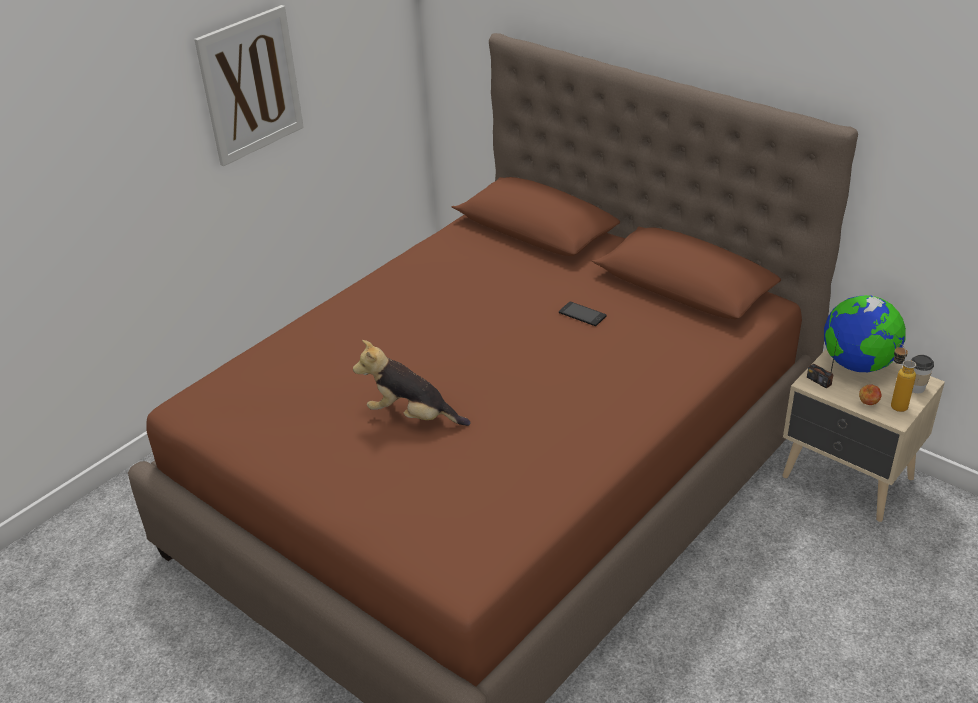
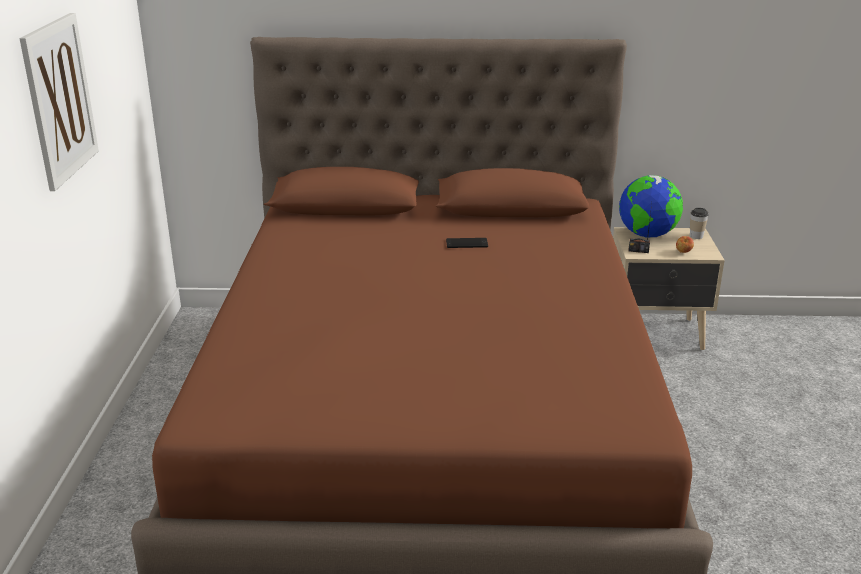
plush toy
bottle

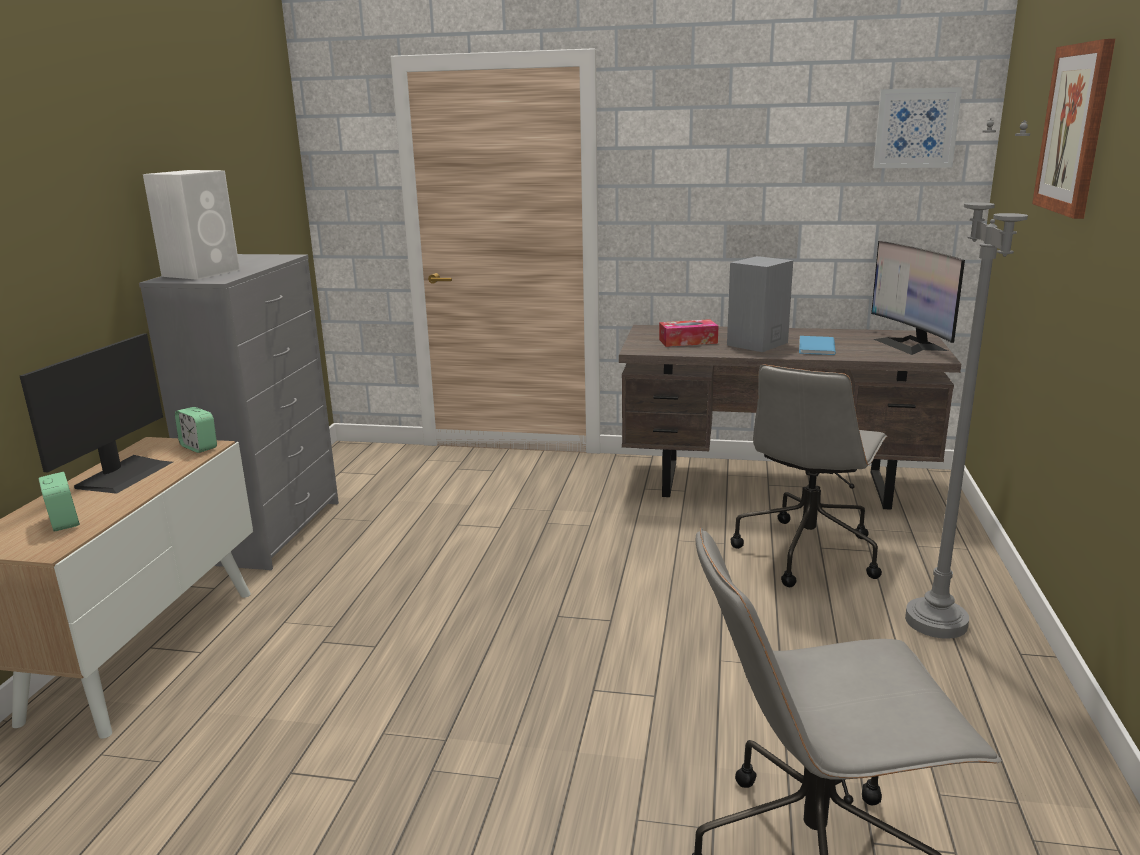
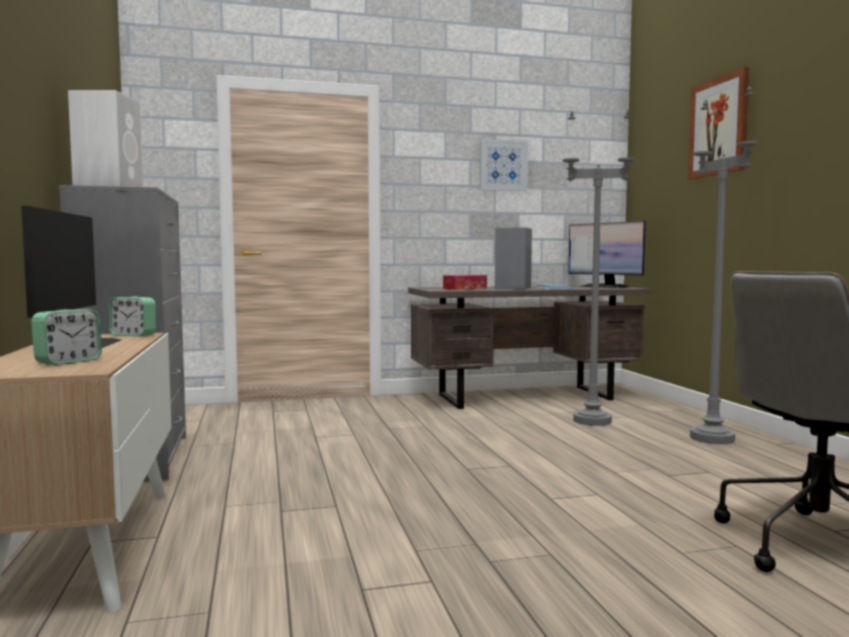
alarm clock (1st from left)
picture (1st from left)
floor lamp (grey) (1st from left)

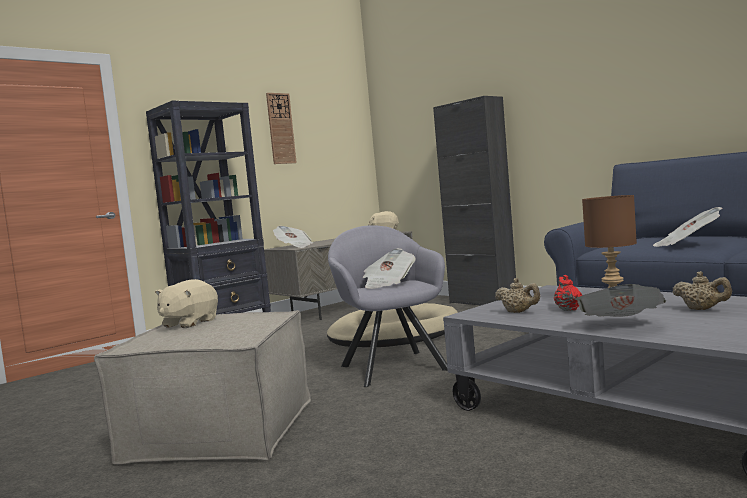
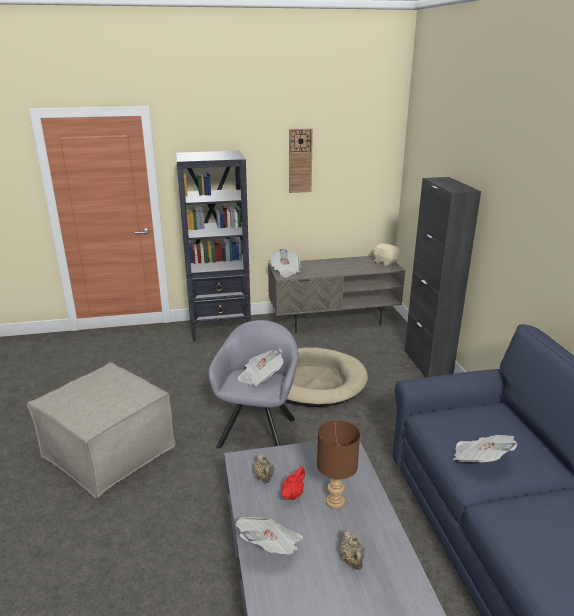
plush toy (beige) (1st from left in the first image)

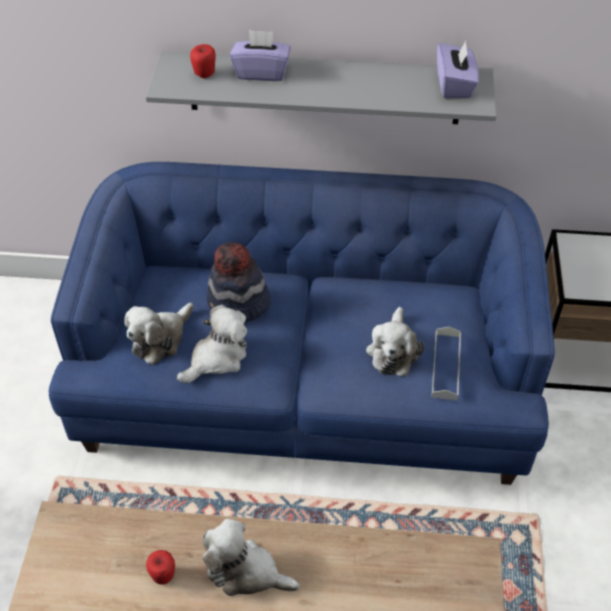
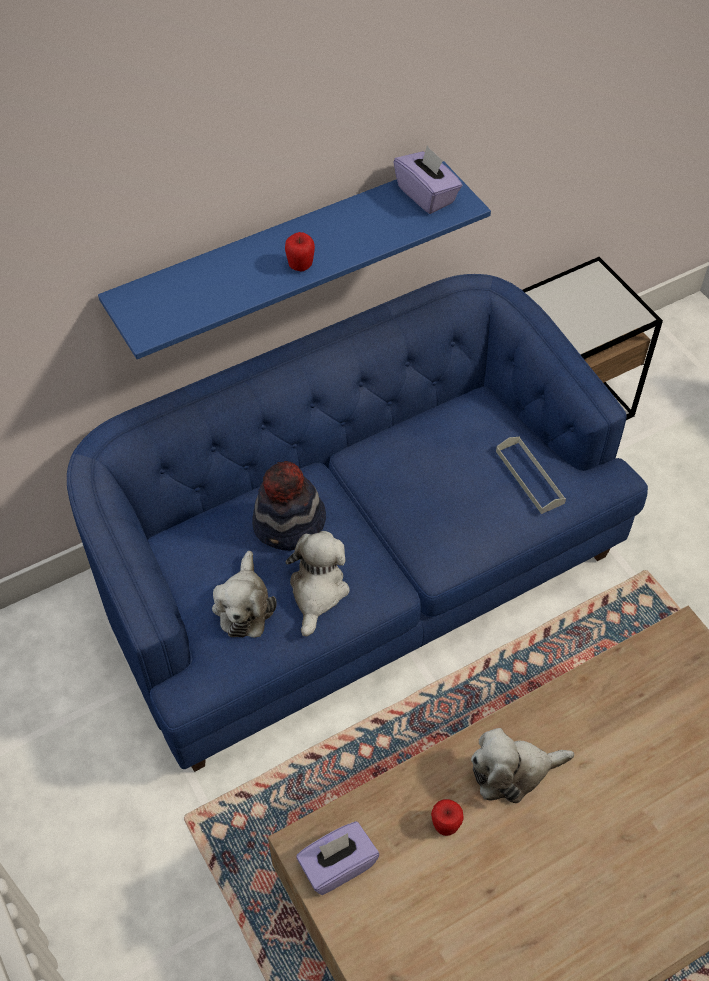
shelf (blue)
apple (1st from left)
tissue box (purple) (1st from left)
plush toy (4th from left in the first image)

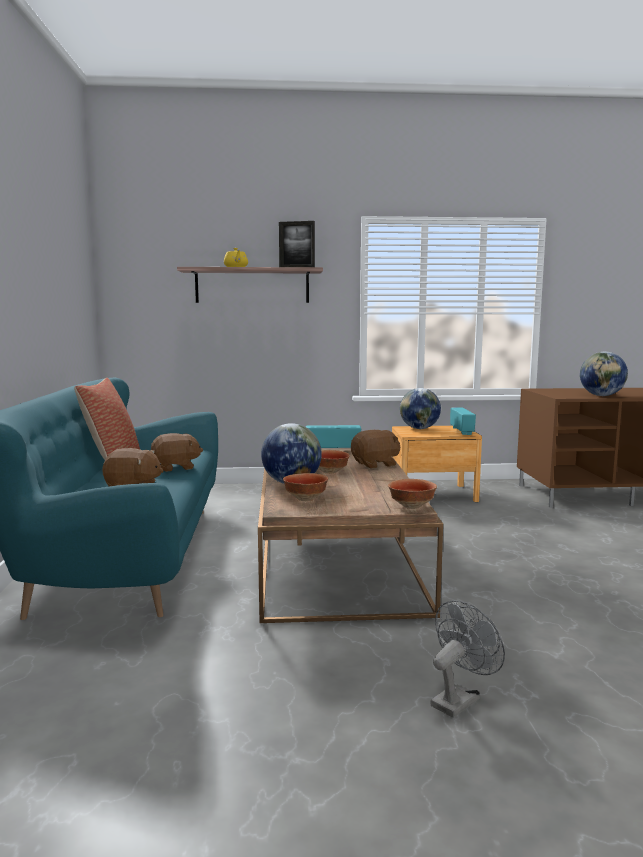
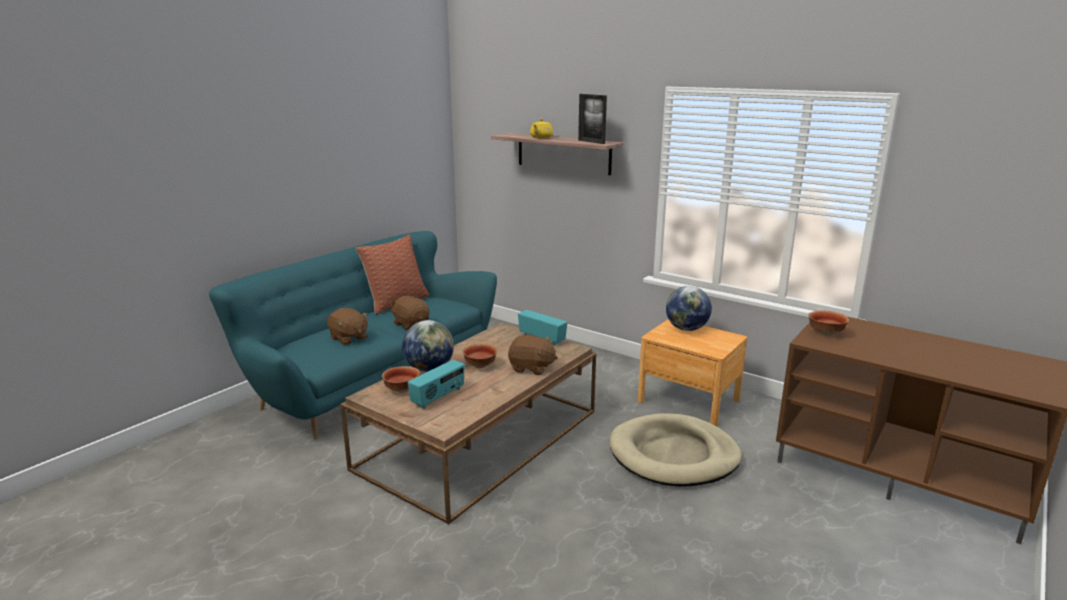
plush toy (brown) (2nd from left)
radio (1st from left)
dog bed (beige)
bowl (3rd from left)
fan (grey)
globe (3rd from left in the first image)

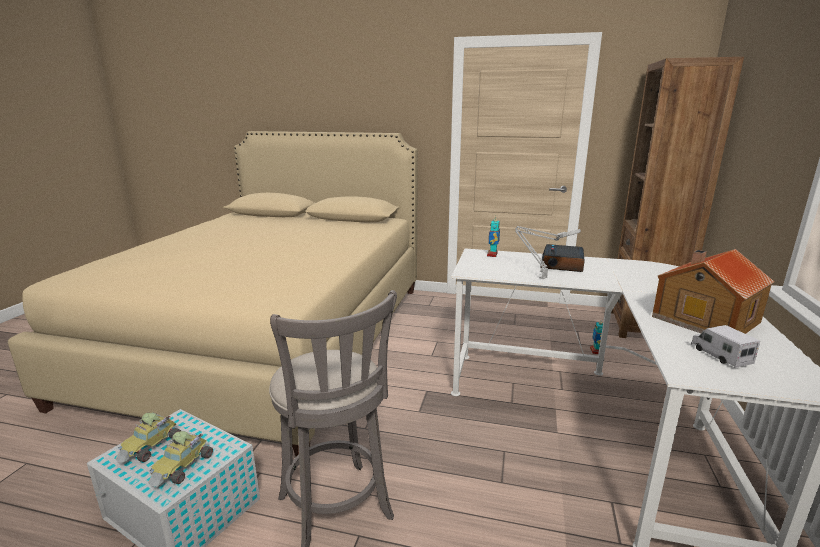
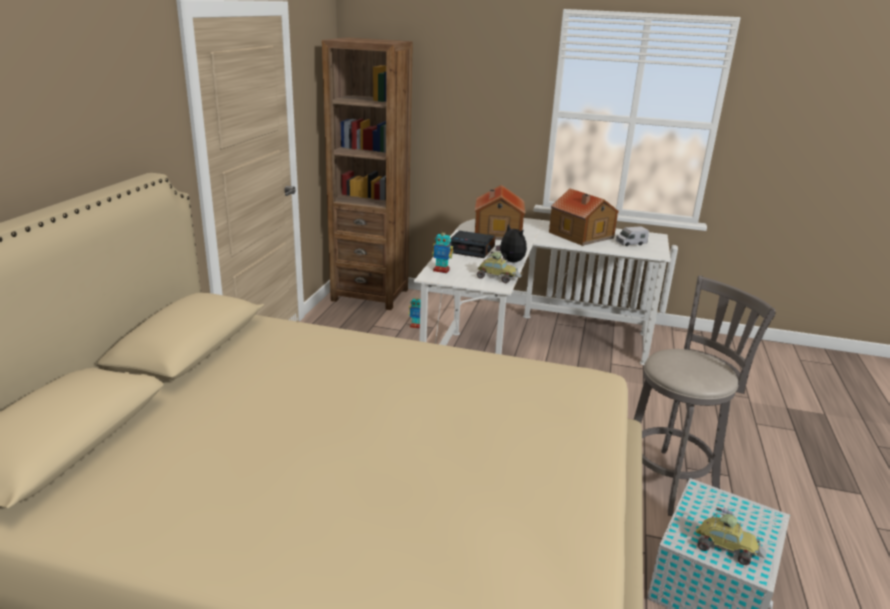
toy house (1st from left)
toy car (1st from left)
plush toy

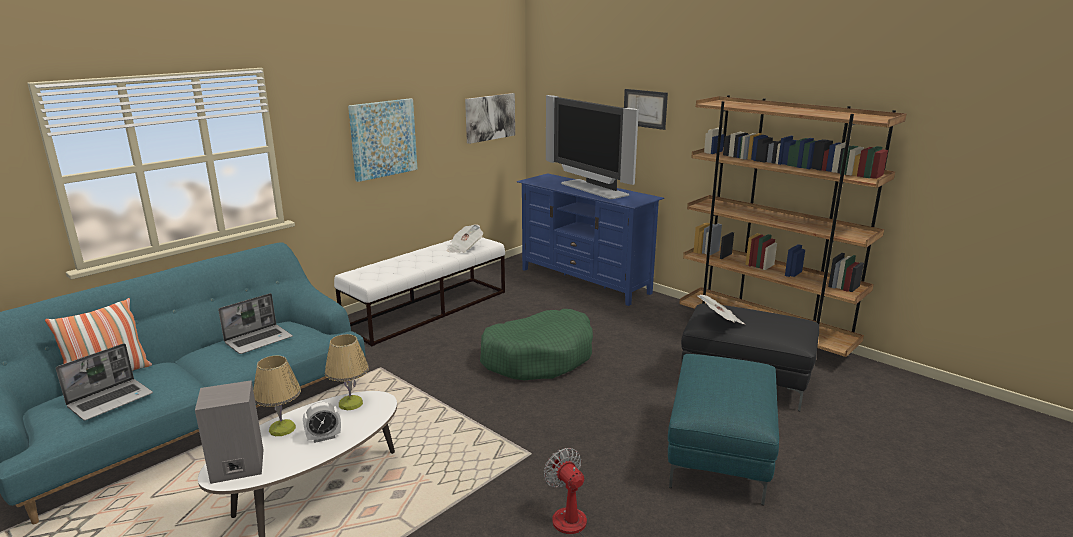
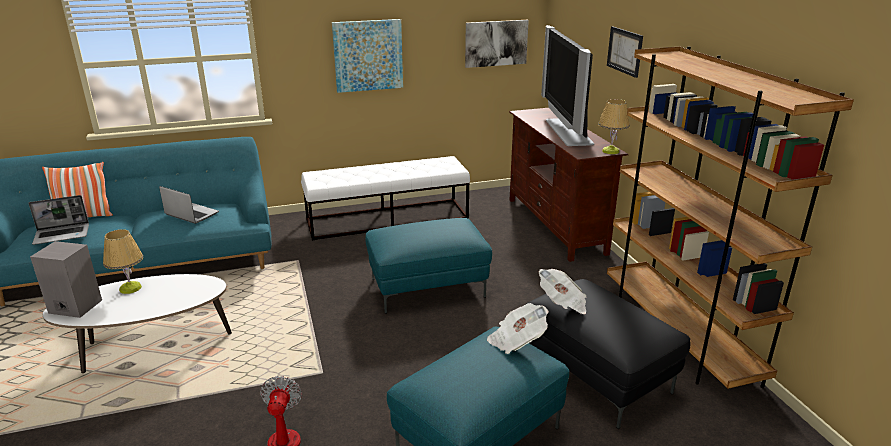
laptop (2nd from left)
ottoman (turquoise) (1st from left)
newspaper (1st from left)
tv stand (brown)
table lamp (2nd from left)
alarm clock

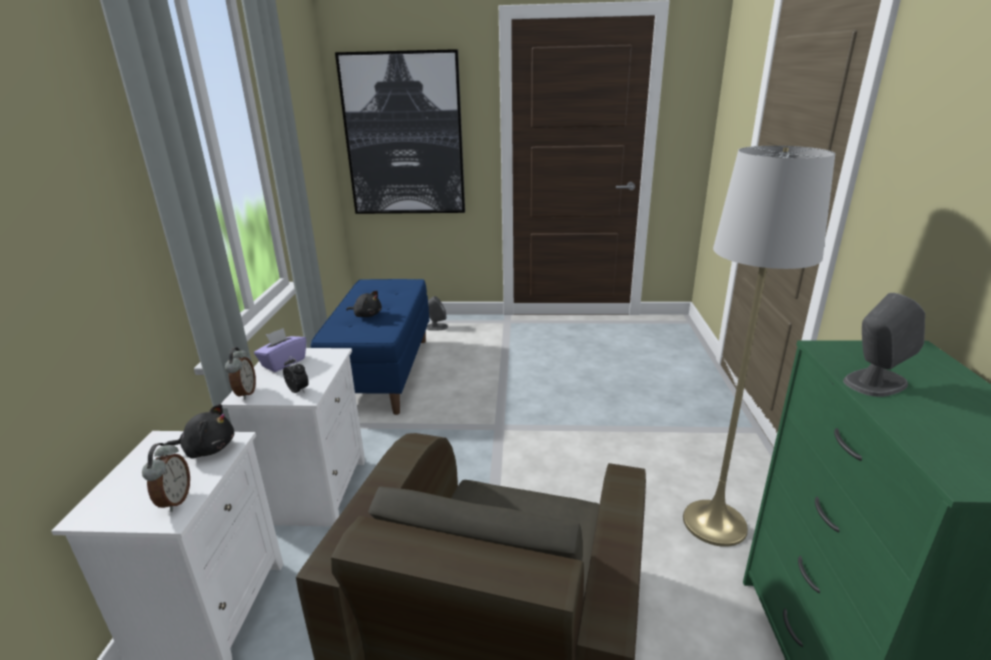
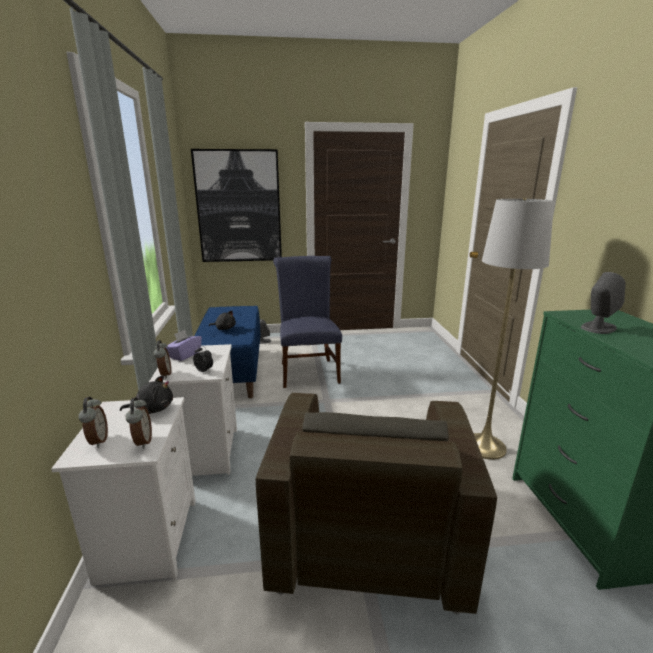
alarm clock (1st from left)
chair (blue)

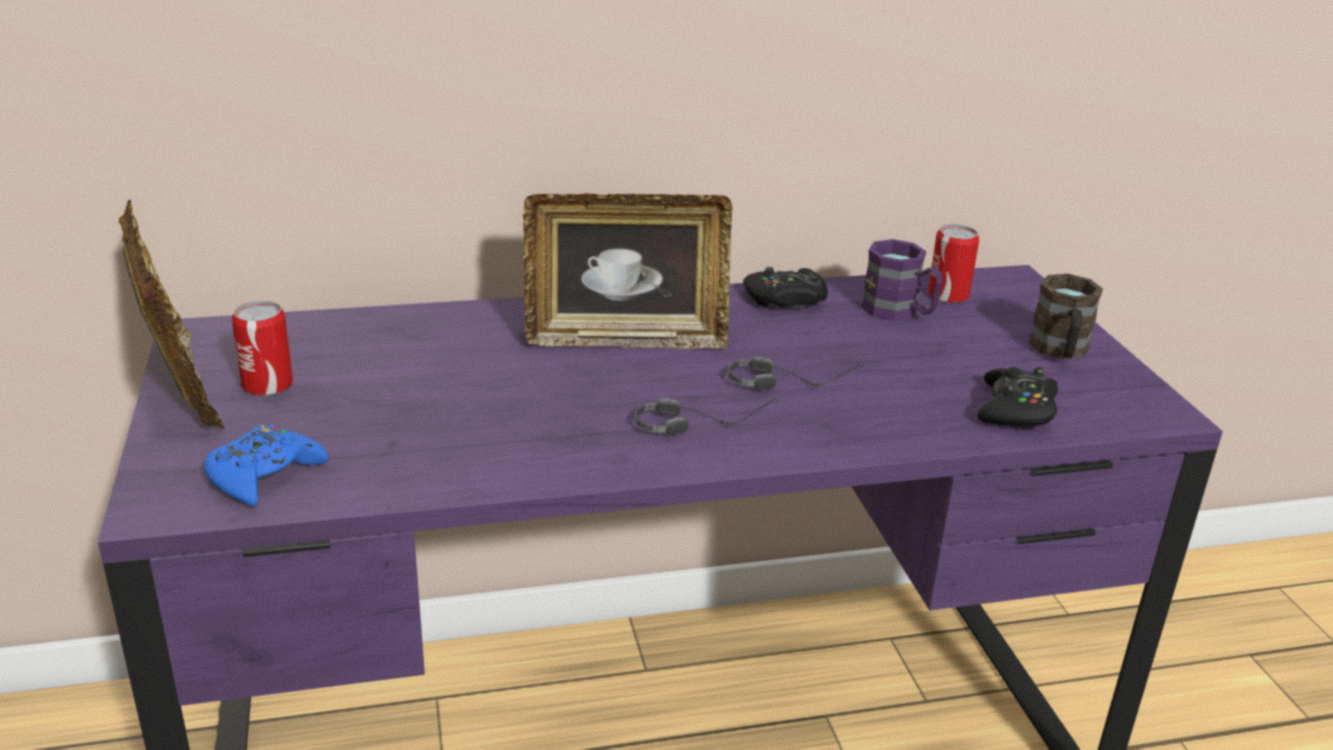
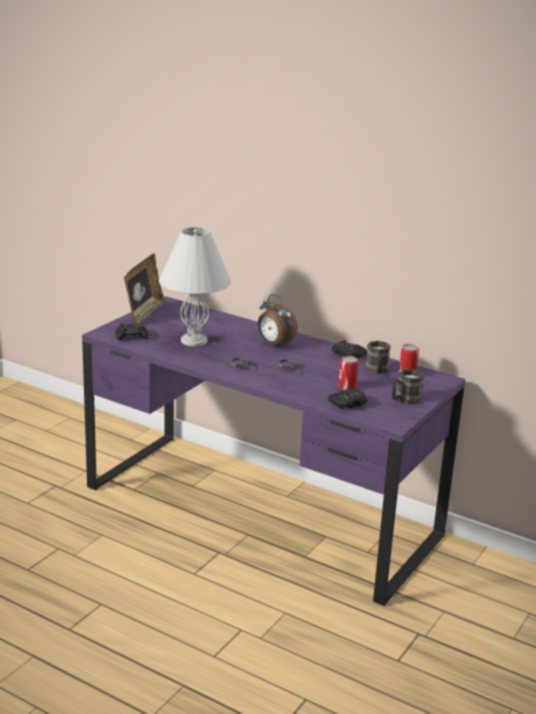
game controller (black) (1st from left)
table lamp (white)
alarm clock
can (1st from left)
mug (brown) (1st from left)

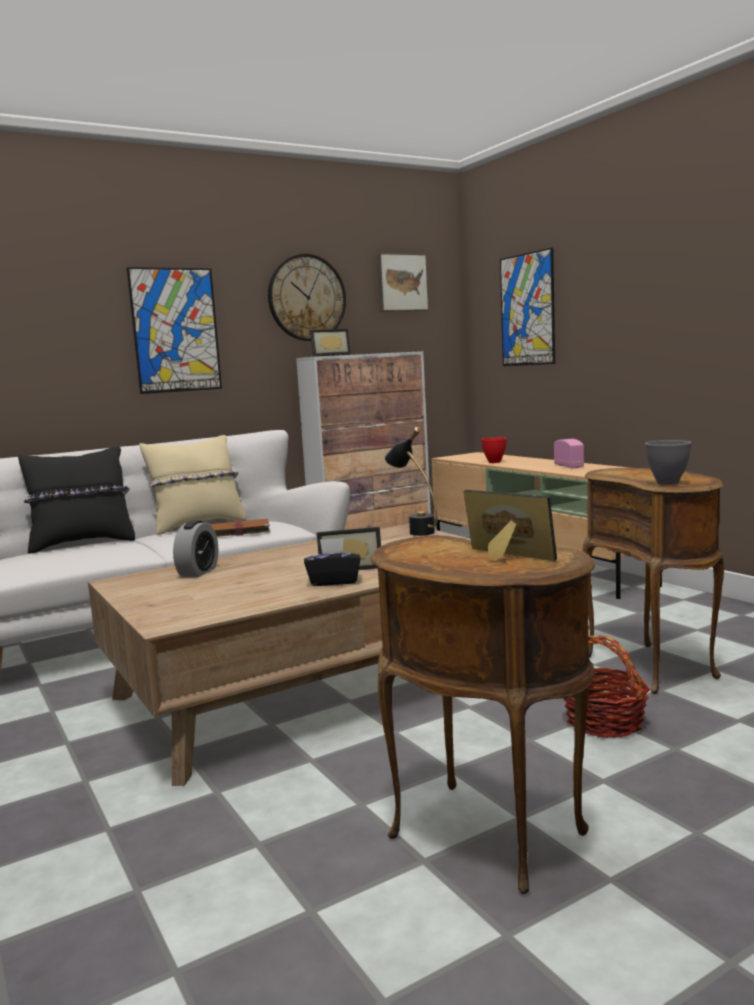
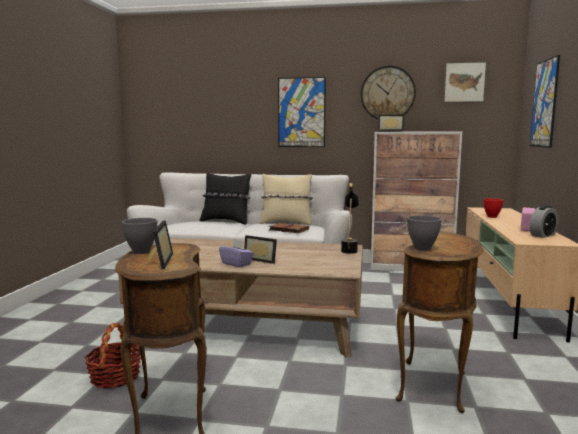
basket
bowl (grey) (1st from left)
tissue box (purple)
alarm clock

